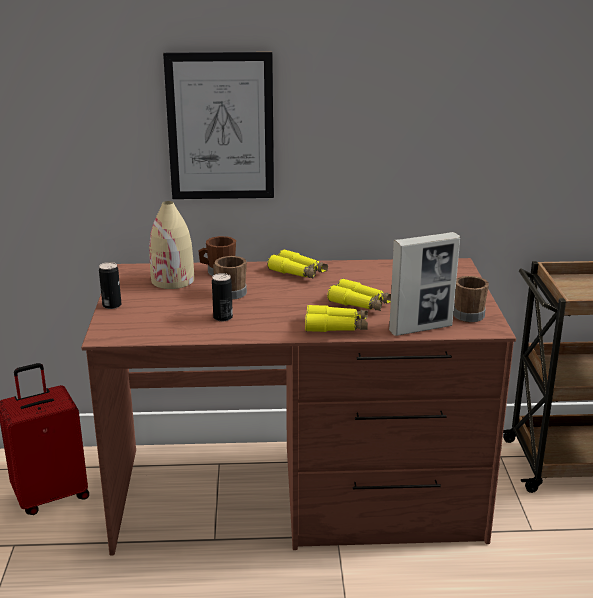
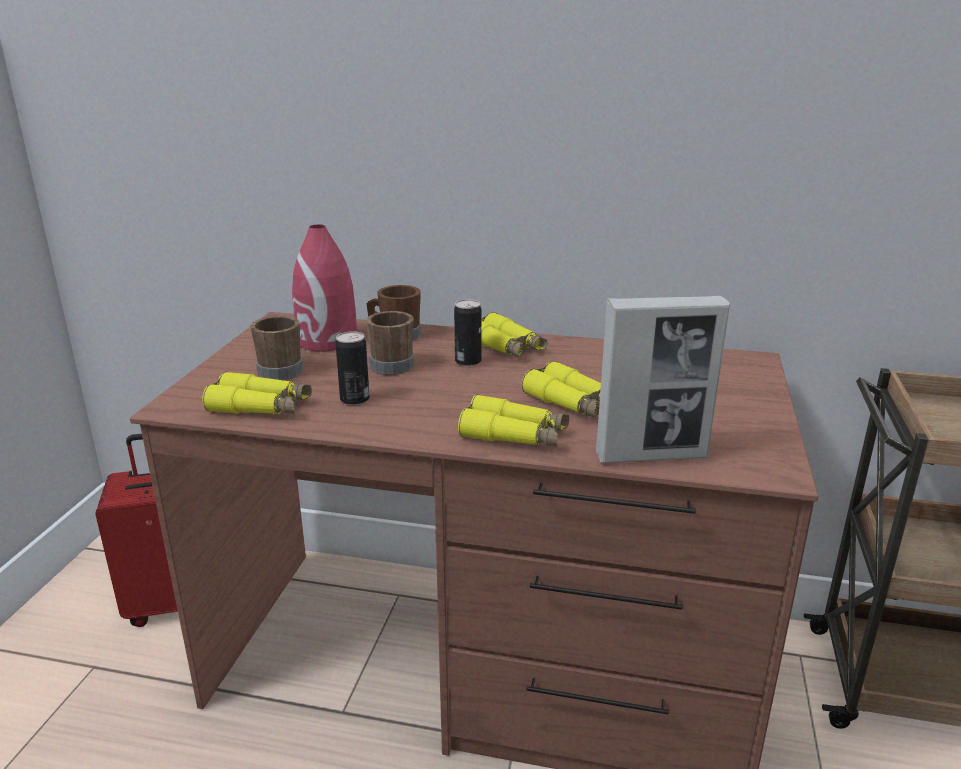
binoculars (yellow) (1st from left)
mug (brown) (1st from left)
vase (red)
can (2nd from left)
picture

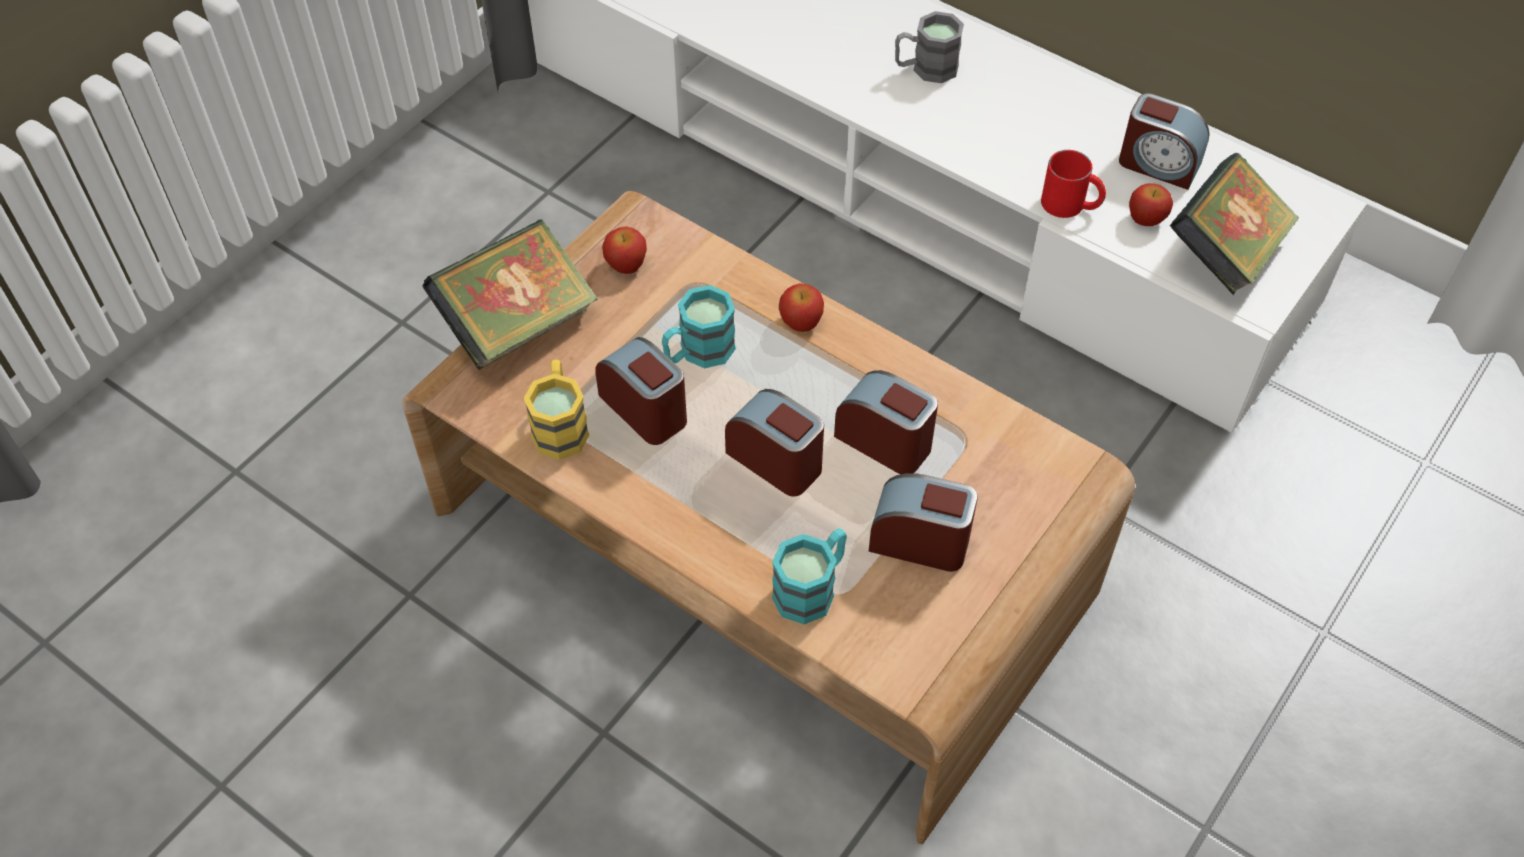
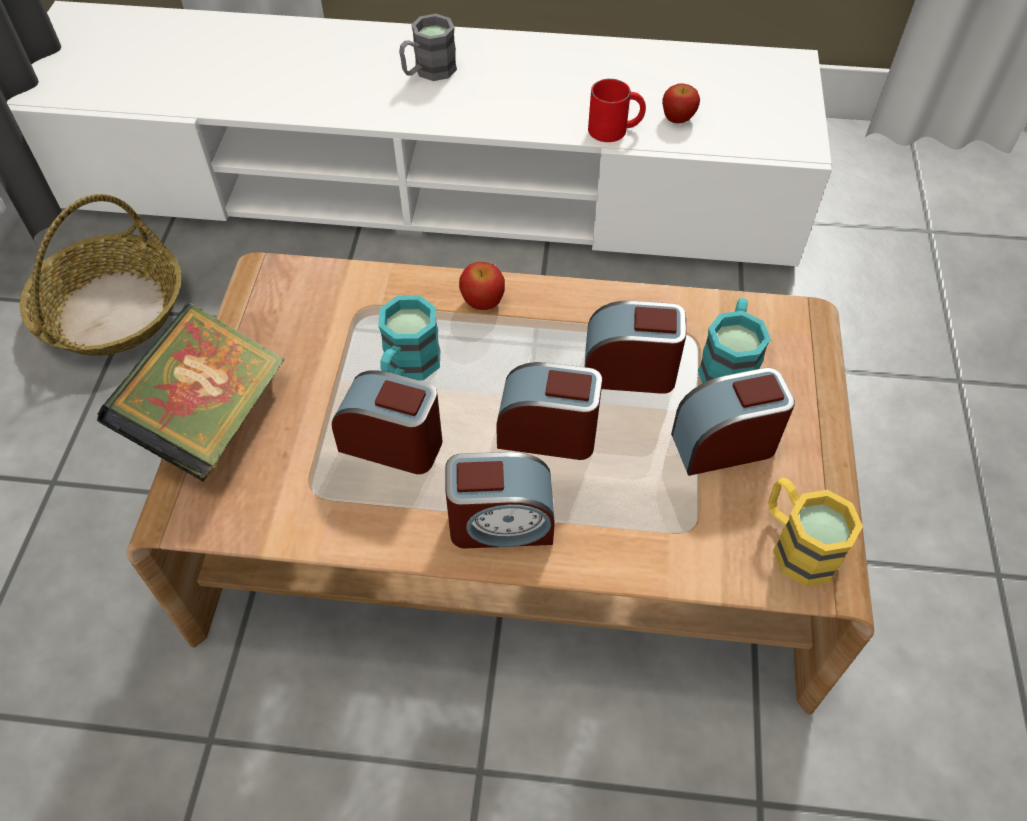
basket
alarm clock (2nd from left)
mug (turquoise) (2nd from left)
mug (yellow)
apple (1st from left in the first image)
book (2nd from left in the first image)

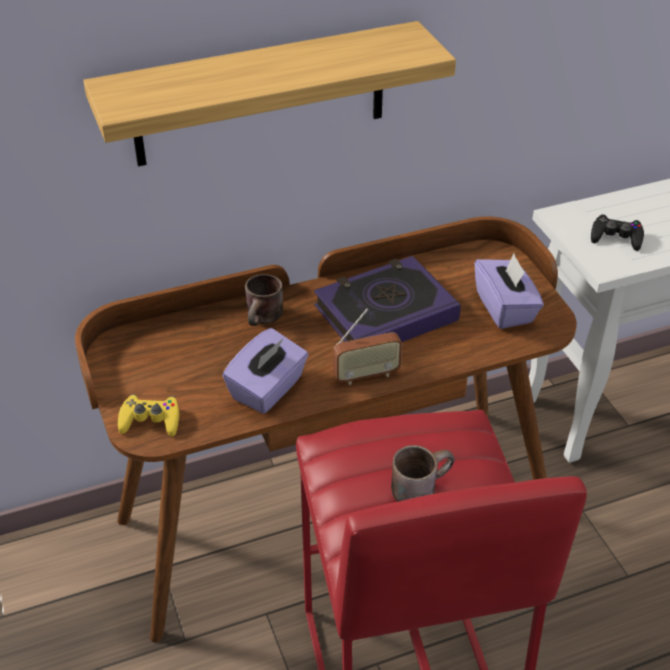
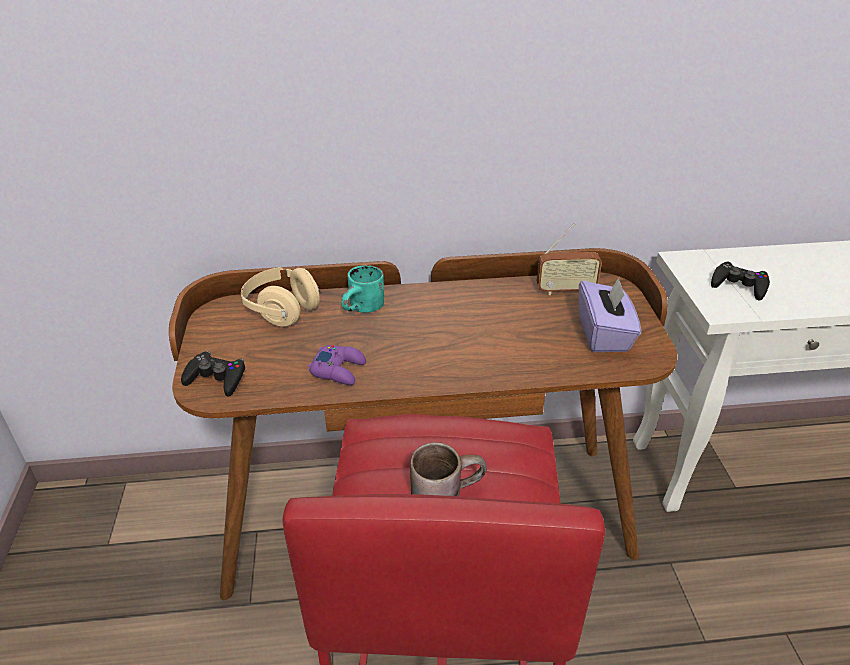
game controller (black) (1st from left)
headphones (beige)
game controller (purple)
mug (turquoise)
radio
shelf
book

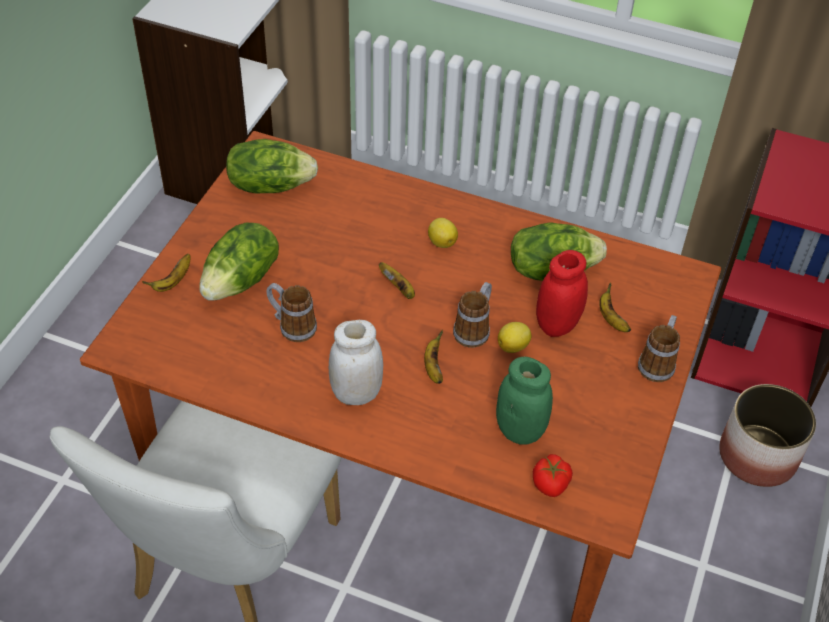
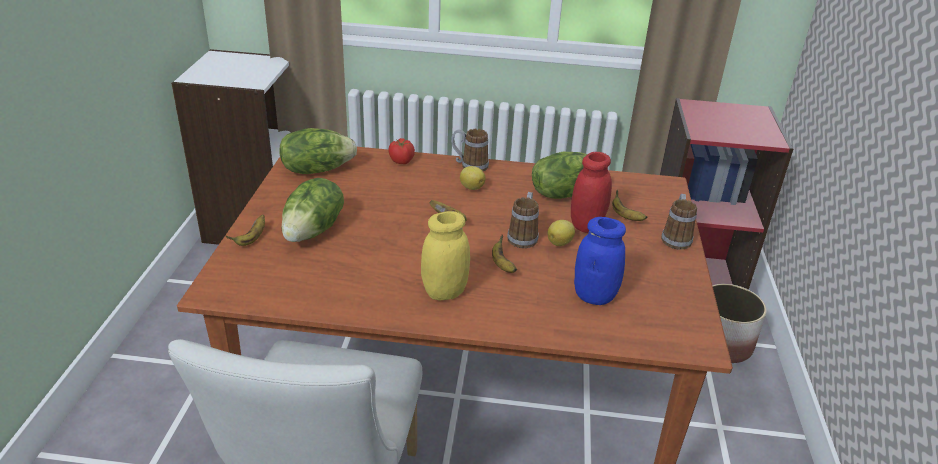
tomato
jar (yellow)
mug (1st from left)
jar (blue)

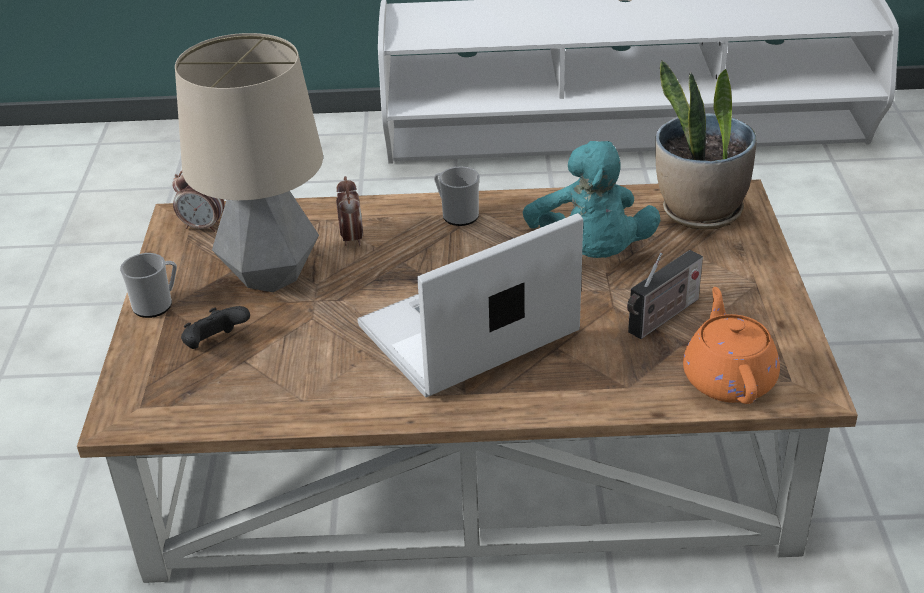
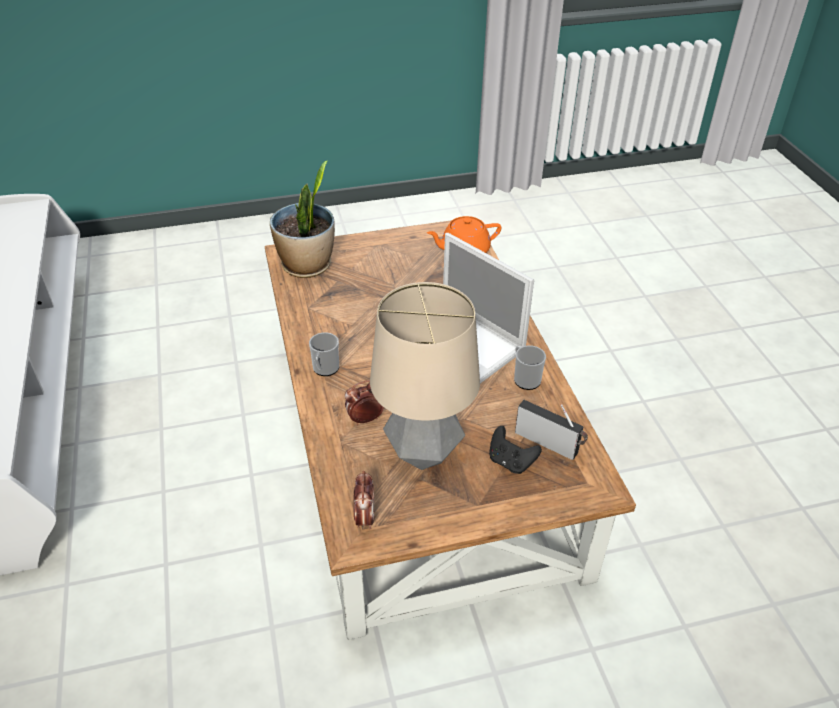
mug (2nd from left)
radio
plush toy (turquoise)

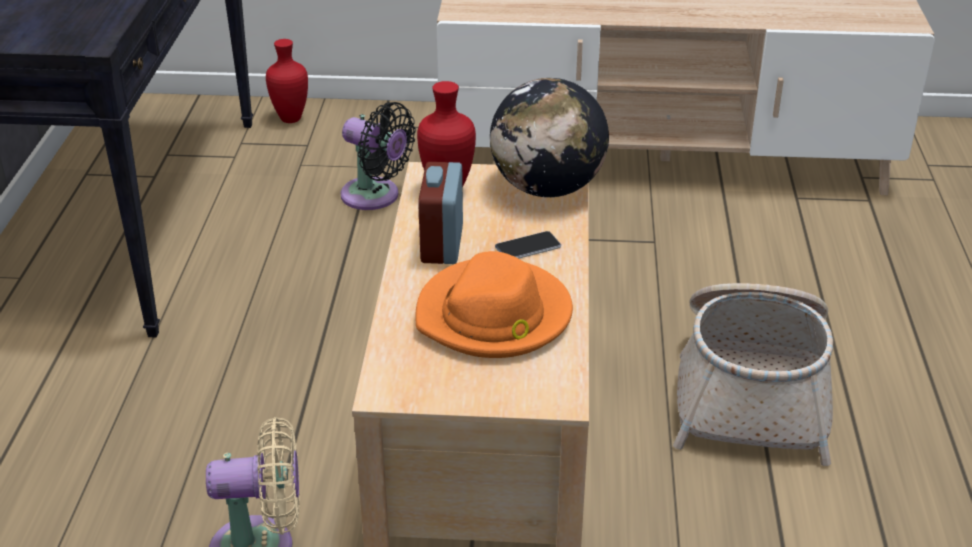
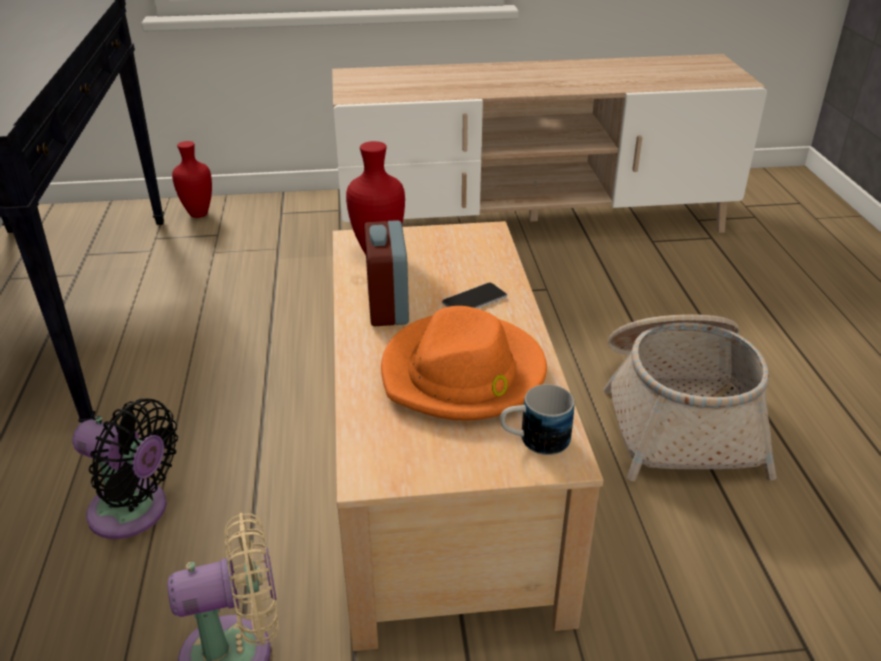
fan (black)
mug
globe

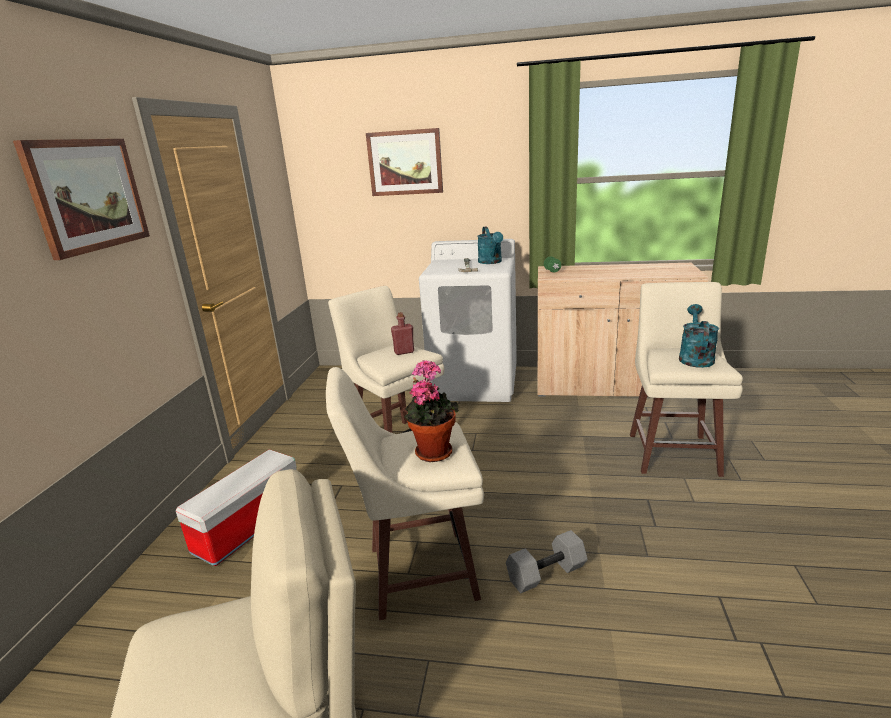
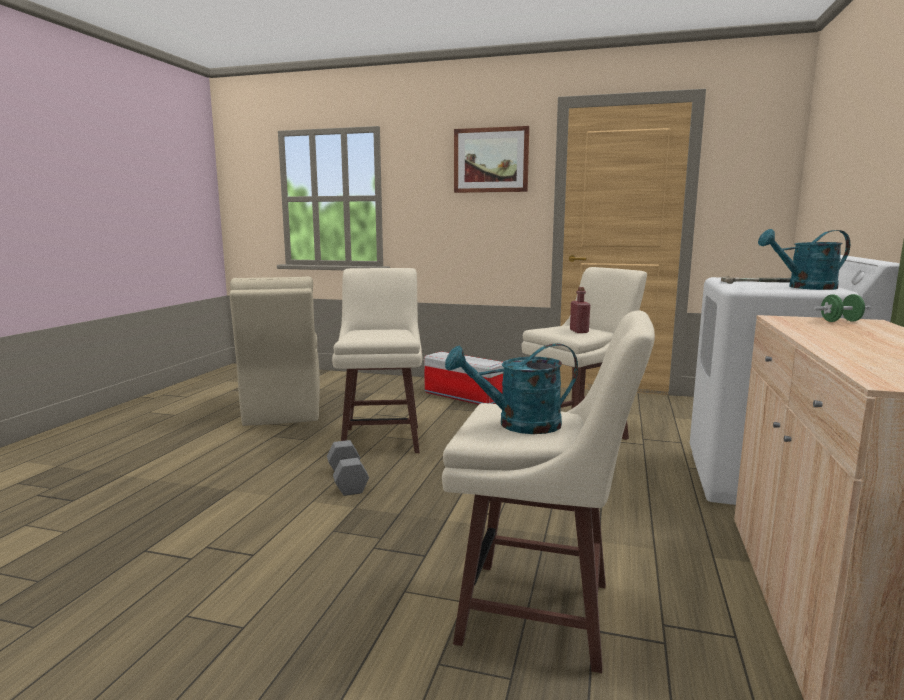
watering can (turquoise) (1st from left)
picture (2nd from left in the first image)
potted plant

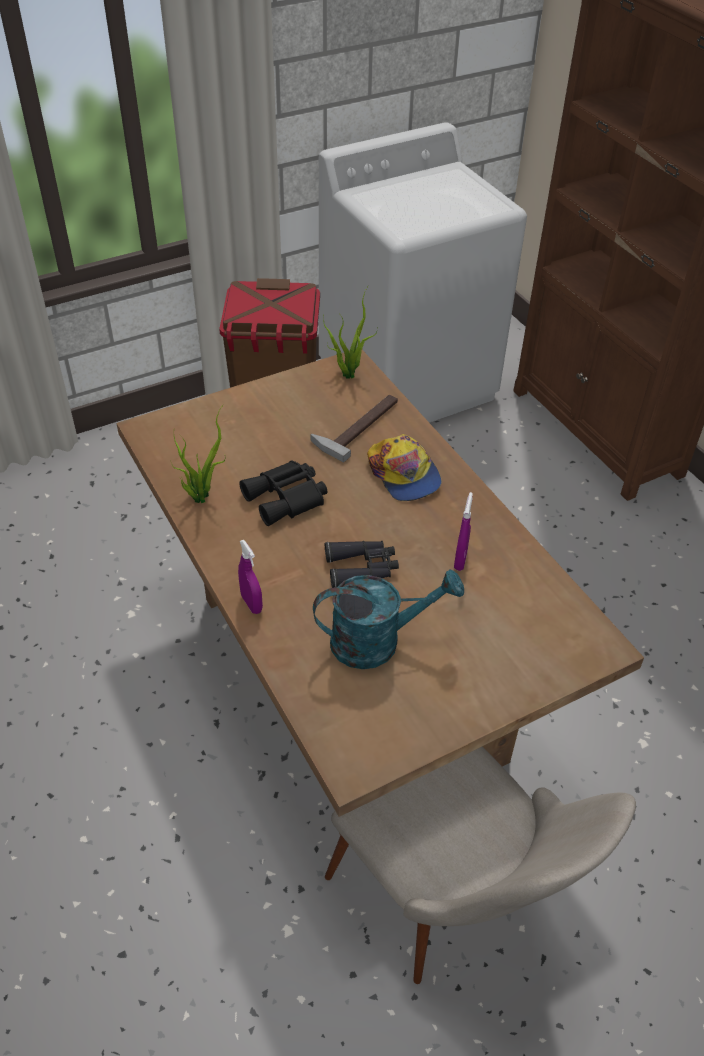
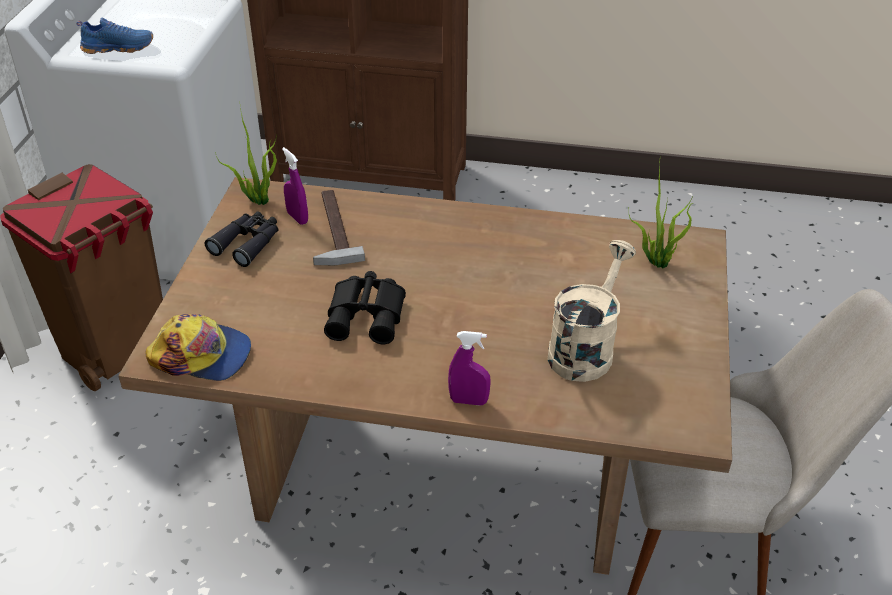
shoe (blue)
cap
binoculars (black) (1st from left)
spray bottle (purple) (1st from left)
watering can (beige)
potted plant (2nd from left)

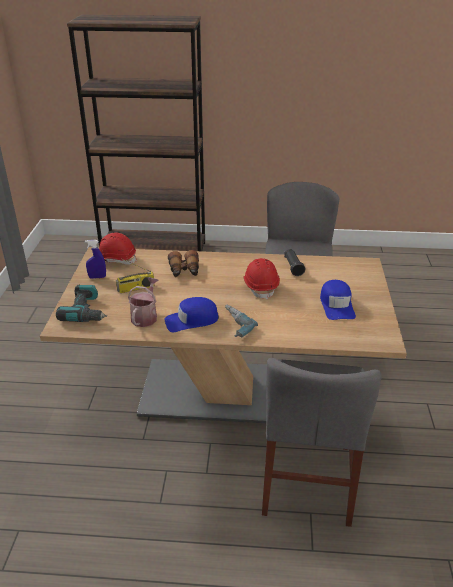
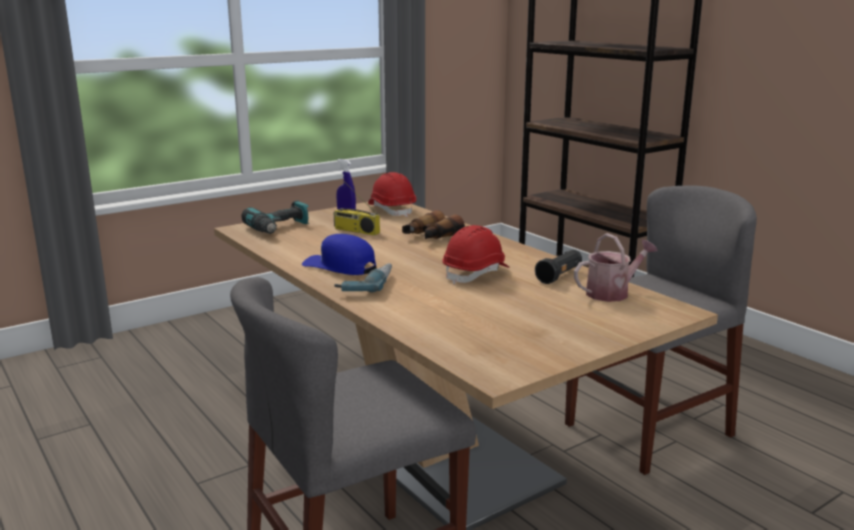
watering can
cap (blue) (2nd from left in the first image)

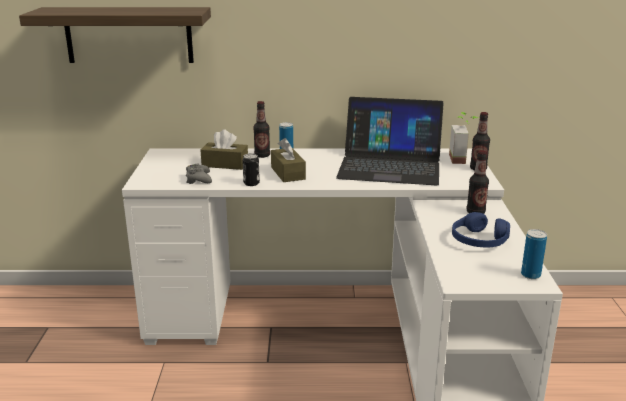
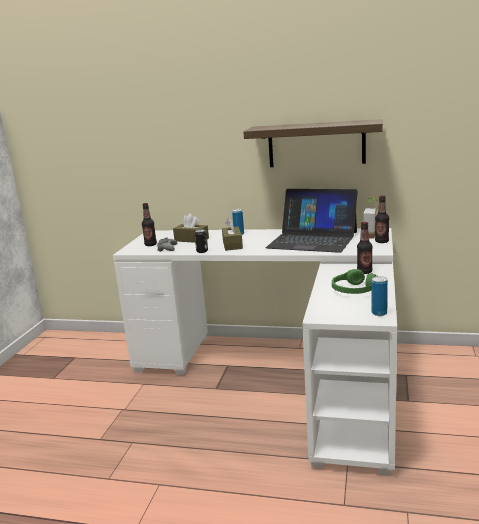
bottle (1st from left)
shelf
headphones (green)

